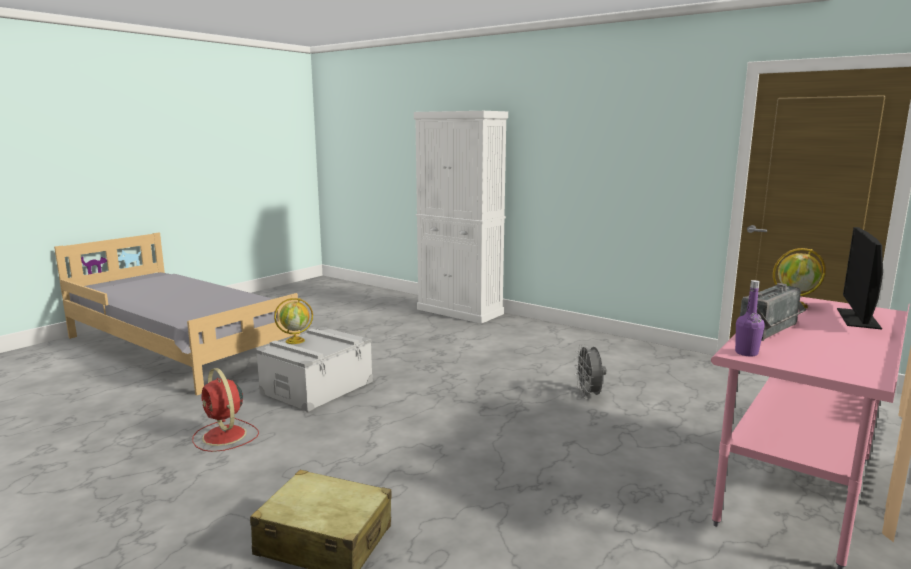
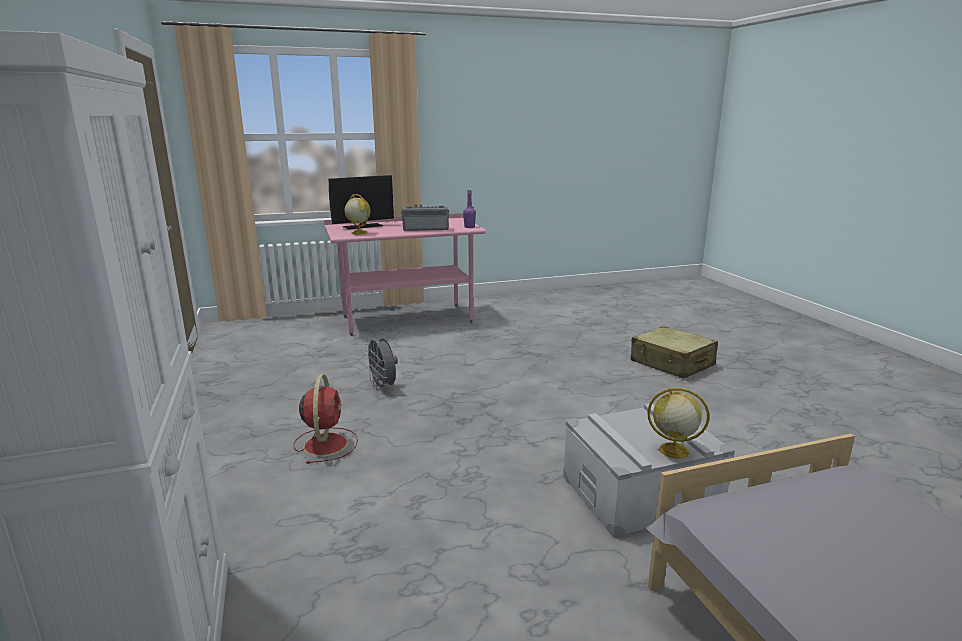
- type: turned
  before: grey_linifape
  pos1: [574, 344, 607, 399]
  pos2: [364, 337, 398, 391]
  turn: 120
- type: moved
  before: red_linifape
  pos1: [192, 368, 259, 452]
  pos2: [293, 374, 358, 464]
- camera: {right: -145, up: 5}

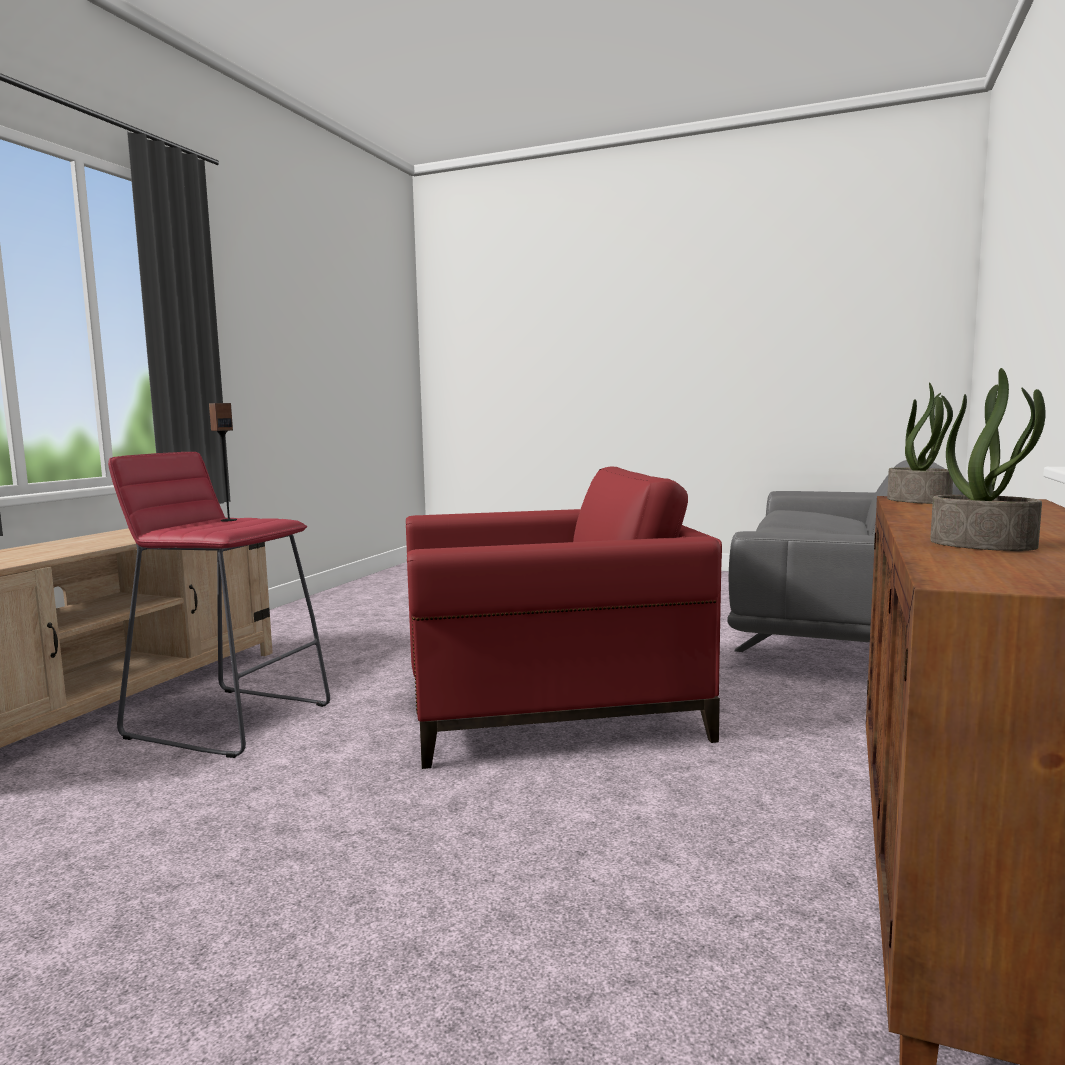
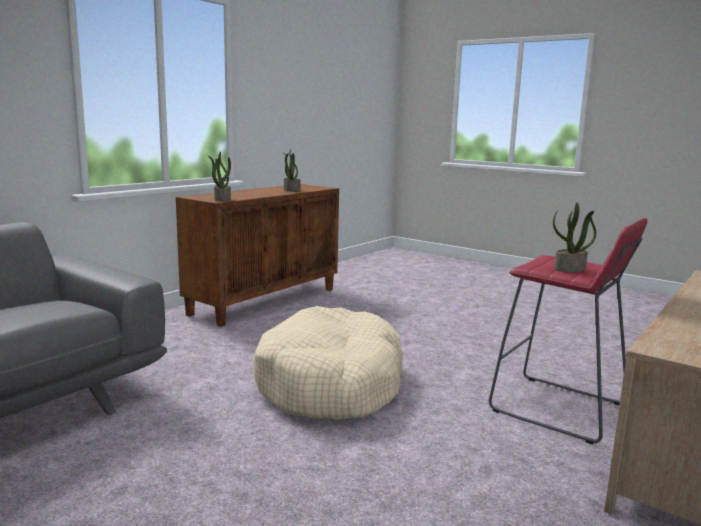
- type: replaced
  before: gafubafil
  after: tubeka
  pos1: [209, 403, 237, 521]
  pos2: [553, 203, 596, 272]
- type: replaced
  before: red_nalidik
  after: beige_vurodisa
  pos1: [406, 466, 722, 769]
  pos2: [253, 306, 403, 419]
- camera: {right: -165, up: 5}

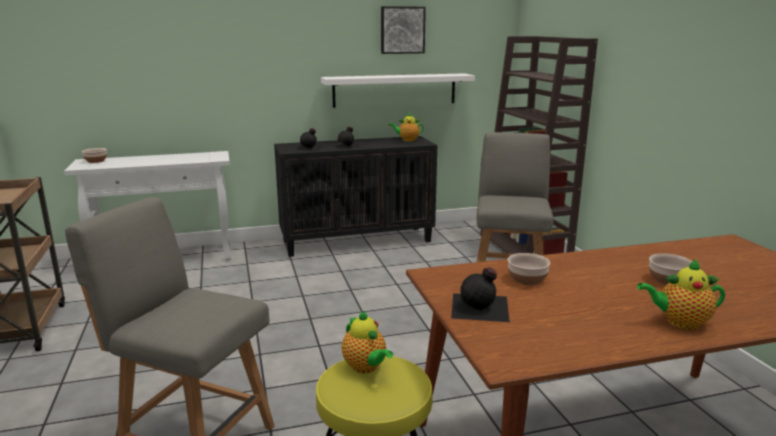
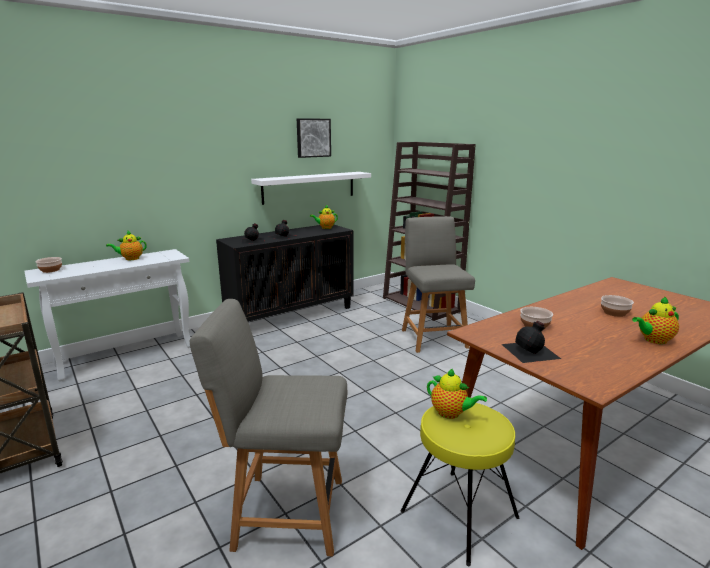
- type: added
  after: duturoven
  pos2: [106, 231, 147, 260]
- camera: {right: -20, up: 0}

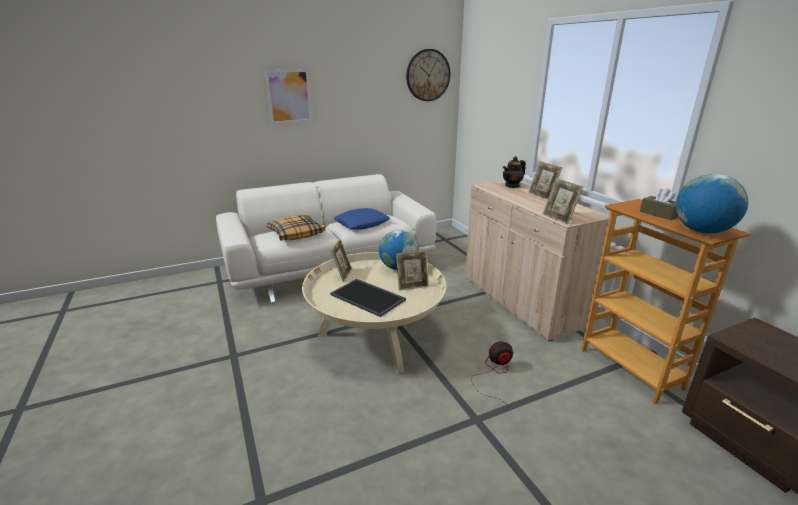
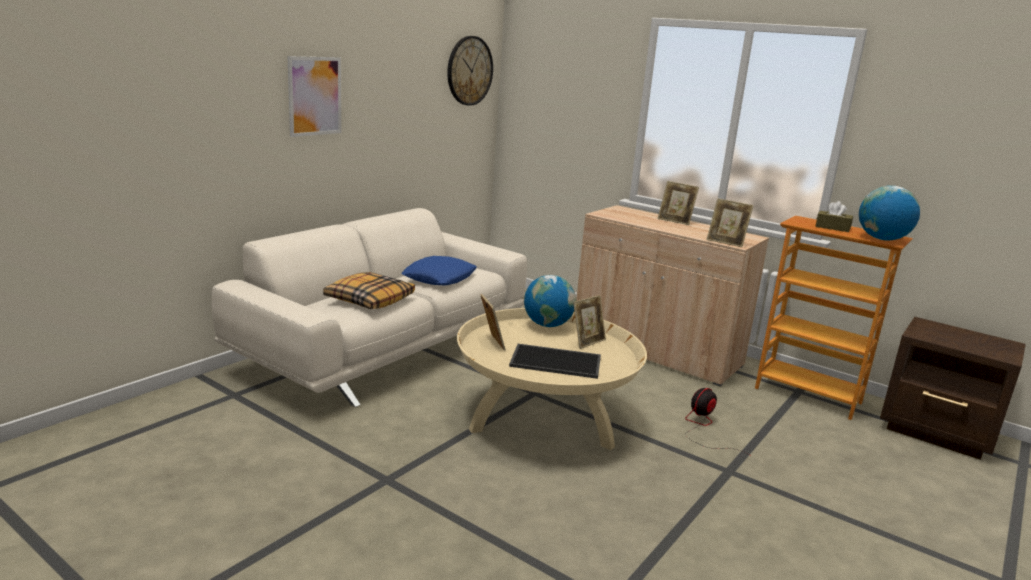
- type: removed
  before: duturoven
  pos1: [503, 156, 526, 188]
- camera: {right: -30, up: -5}

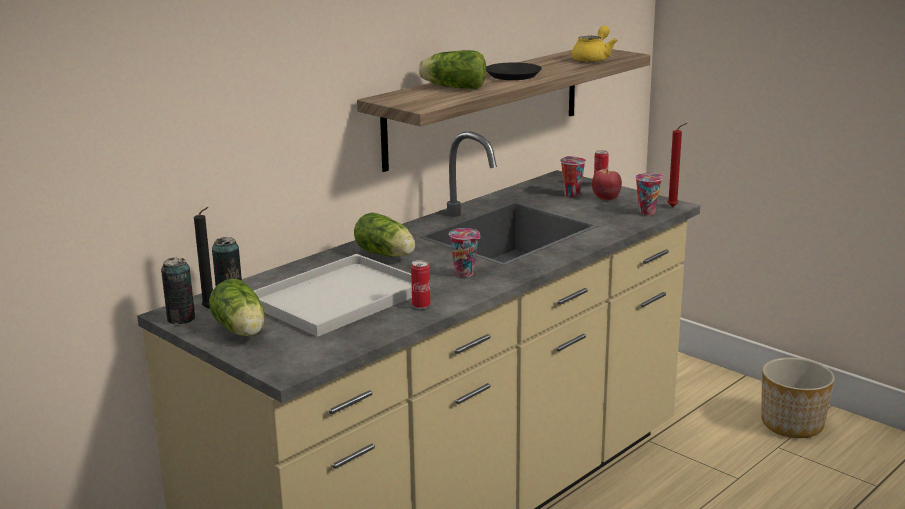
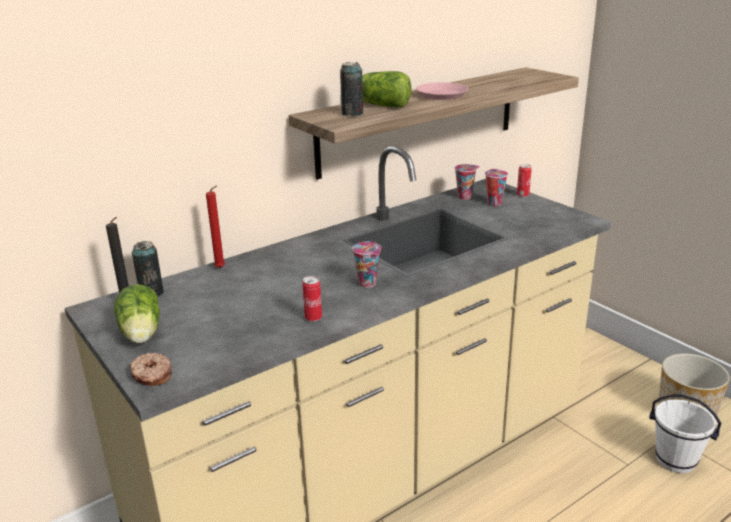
- type: removed
  before: yellow_duturoven
  pos1: [571, 26, 618, 62]
- type: recoloured
  before: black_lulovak
  after: pink_lulovak
  pos1: [486, 62, 542, 80]
  pos2: [416, 82, 468, 100]
- type: moved
  before: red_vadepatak
  pos1: [667, 123, 687, 207]
  pos2: [206, 186, 225, 268]
- type: removed
  before: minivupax
  pos1: [592, 169, 622, 200]
- type: moved
  before: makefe
  pos1: [635, 173, 664, 216]
  pos2: [455, 164, 480, 200]
- type: removed
  before: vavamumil
  pos1: [354, 212, 415, 257]
- type: removed
  before: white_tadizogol
  pos1: [254, 254, 412, 337]
- type: moved
  before: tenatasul
  pos1: [161, 258, 195, 324]
  pos2: [340, 62, 363, 116]
- type: added
  after: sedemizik
  pos2: [130, 353, 172, 386]
- type: added
  after: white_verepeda
  pos2: [649, 394, 721, 473]
- camera: {right: 10, up: 5}

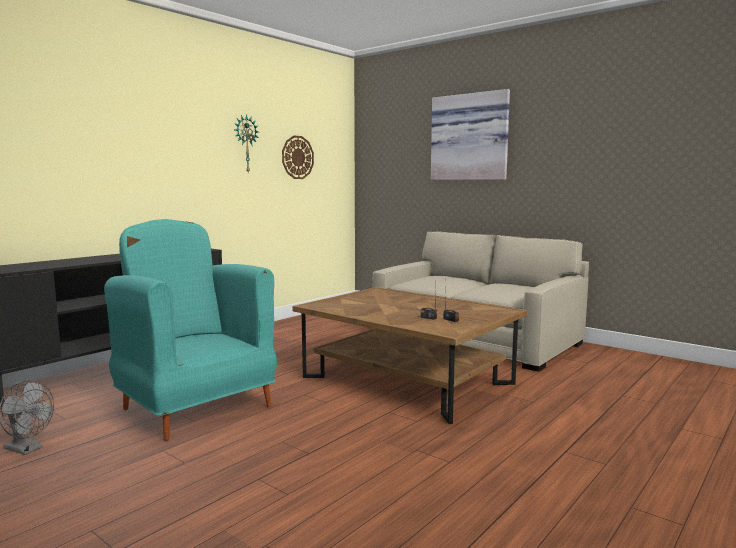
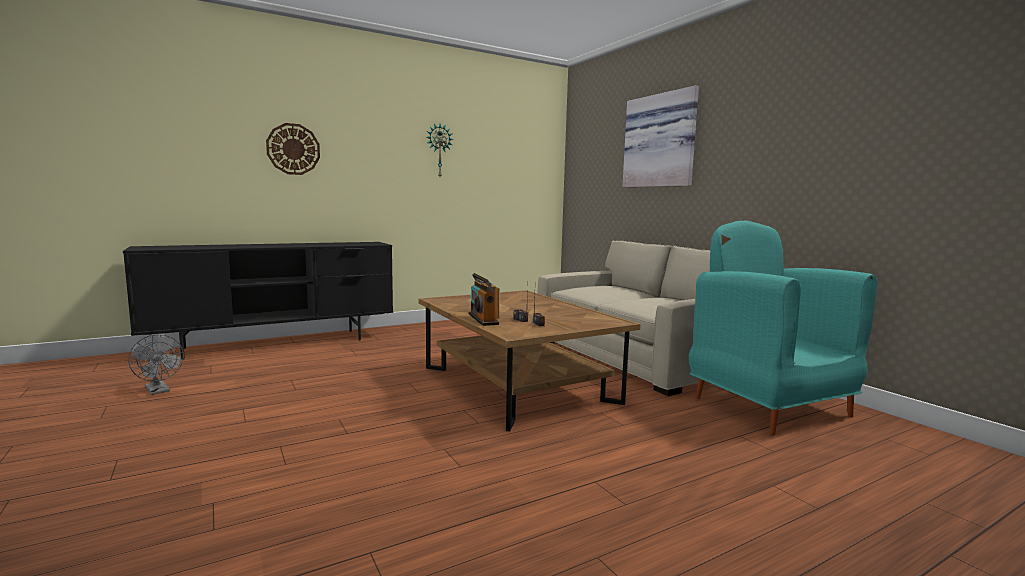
- type: moved
  before: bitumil
  pos1: [282, 135, 314, 179]
  pos2: [266, 123, 320, 175]
- type: moved
  before: turquoise_nalidik
  pos1: [104, 219, 277, 441]
  pos2: [689, 220, 878, 435]
- type: added
  after: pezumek
  pos2: [469, 273, 500, 326]
- camera: {right: 20, up: 0}

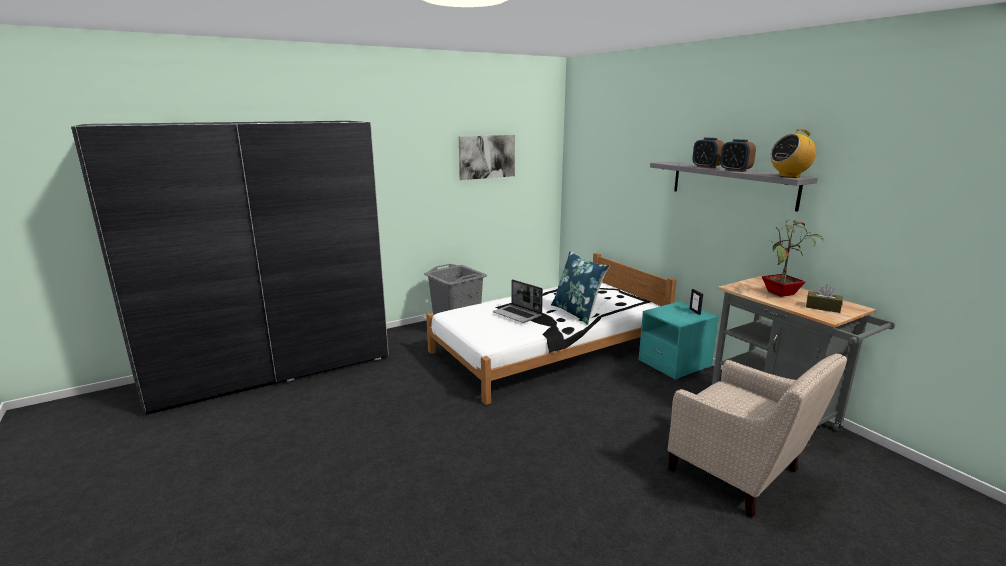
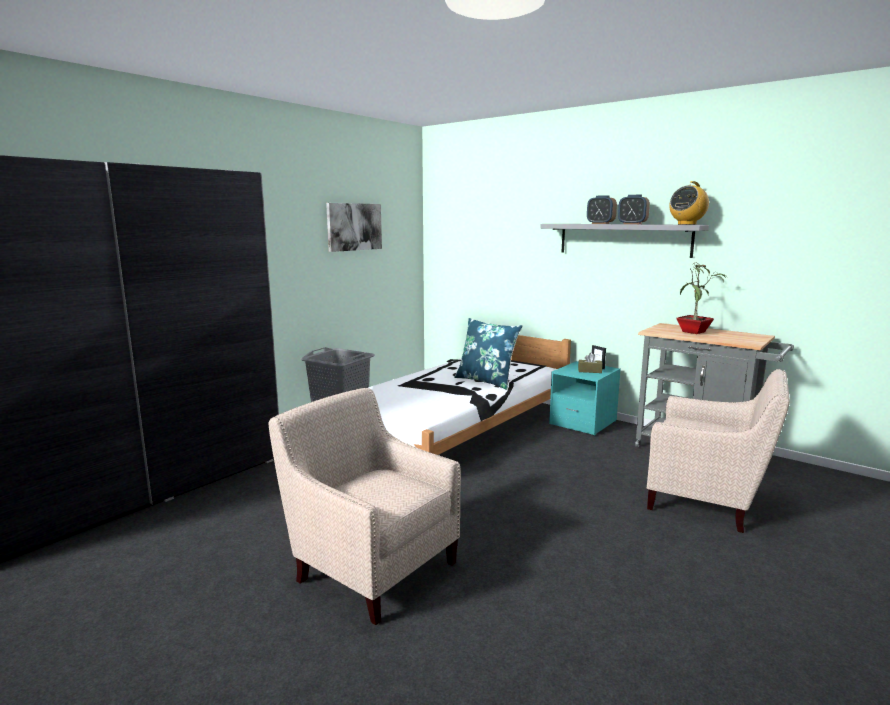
- type: removed
  before: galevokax
  pos1: [493, 279, 543, 323]
- type: moved
  before: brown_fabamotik
  pos1: [806, 284, 843, 313]
  pos2: [578, 353, 603, 373]
- type: added
  after: beige_nalidik
  pos2: [269, 388, 461, 625]
- camera: {right: -20, up: -5}

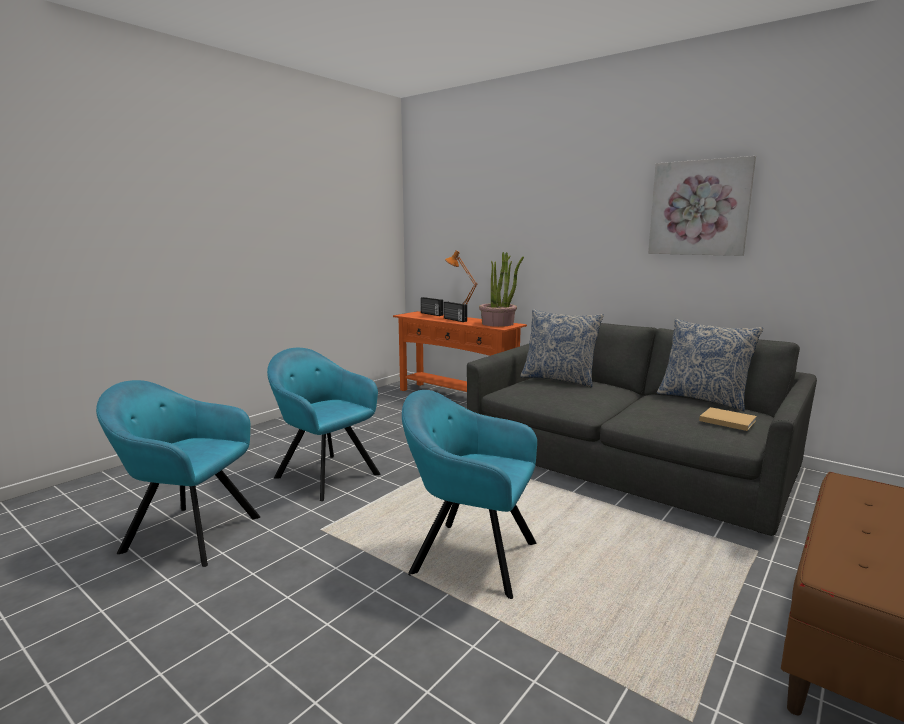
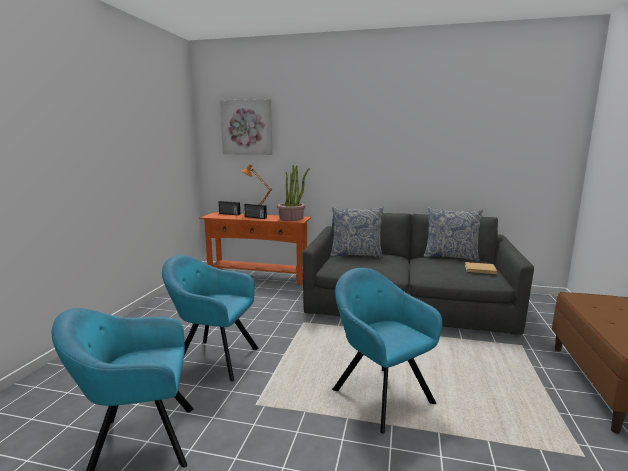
- type: moved
  before: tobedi
  pos1: [648, 156, 756, 256]
  pos2: [220, 99, 272, 155]
- type: turned
  before: turquoise_nalidik
  pos1: [402, 390, 537, 599]
  pos2: [332, 268, 443, 434]
  turn: 60
- camera: {right: -25, up: 0}

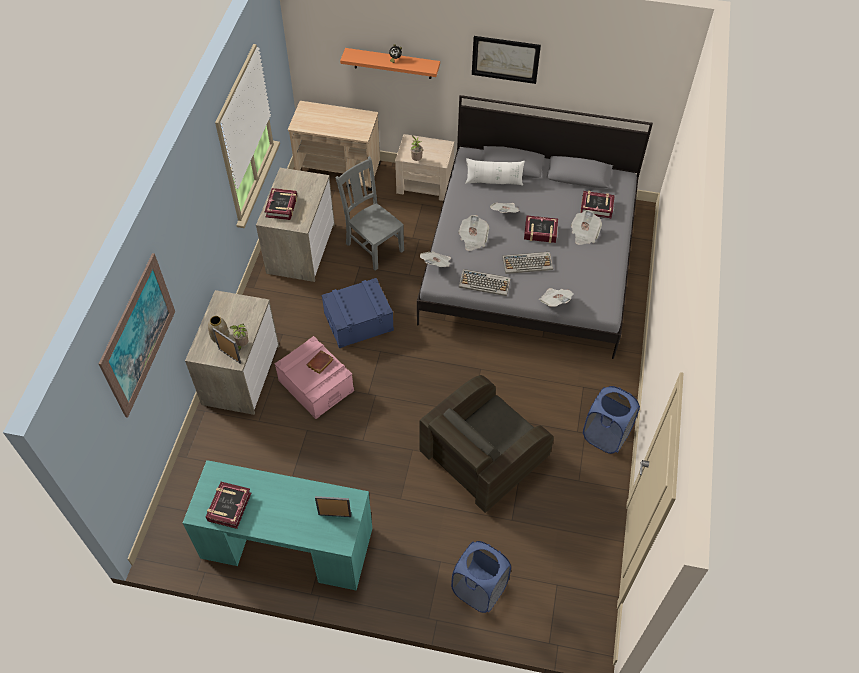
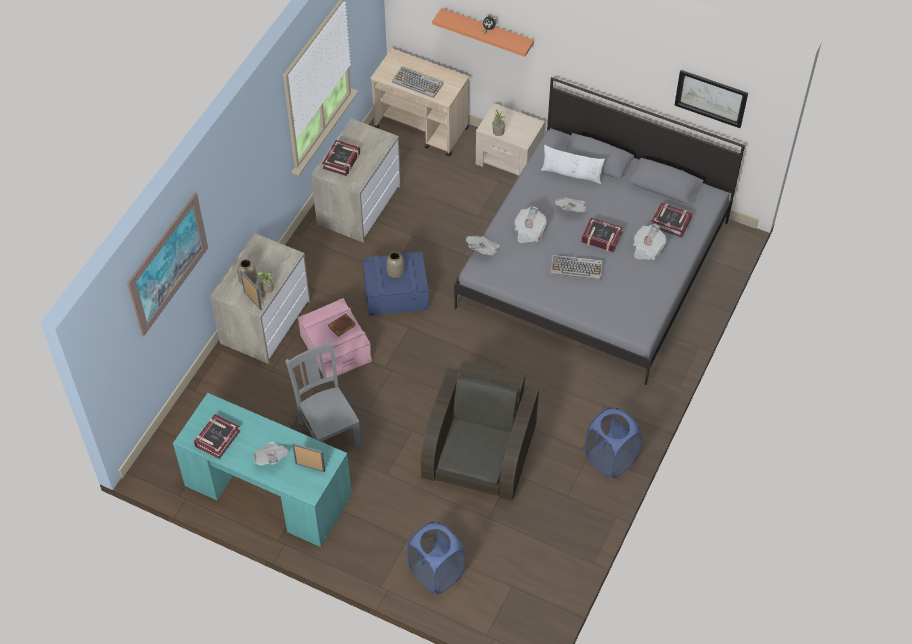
- type: moved
  before: tobedi
  pos1: [472, 36, 541, 84]
  pos2: [675, 70, 748, 128]
- type: moved
  before: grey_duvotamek
  pos1: [336, 156, 404, 271]
  pos2: [285, 341, 362, 447]
- type: moved
  before: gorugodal
  pos1: [459, 269, 511, 296]
  pos2: [392, 67, 443, 98]
- type: moved
  before: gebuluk
  pos1: [539, 288, 574, 307]
  pos2: [253, 441, 288, 465]
- type: turned
  before: brown_nalidik
  pos1: [419, 375, 554, 513]
  pos2: [420, 361, 539, 501]
  turn: 135
- type: added
  after: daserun
  pos2: [386, 252, 405, 278]
- camera: {right: 15, up: 0}

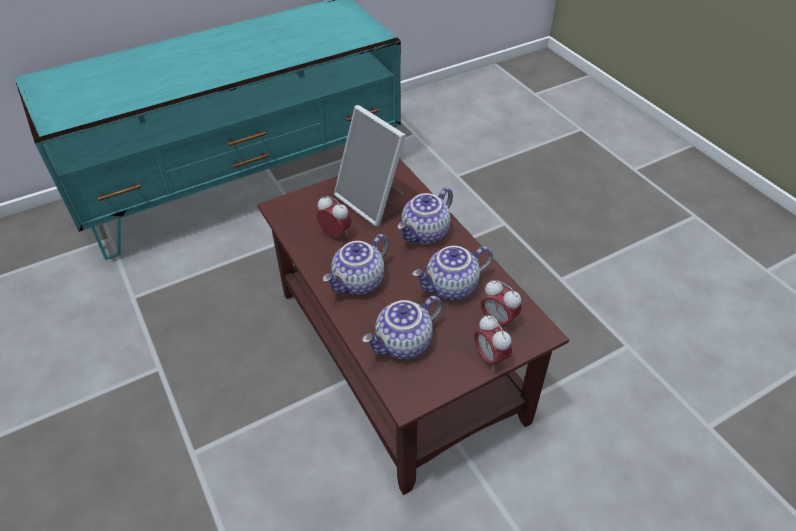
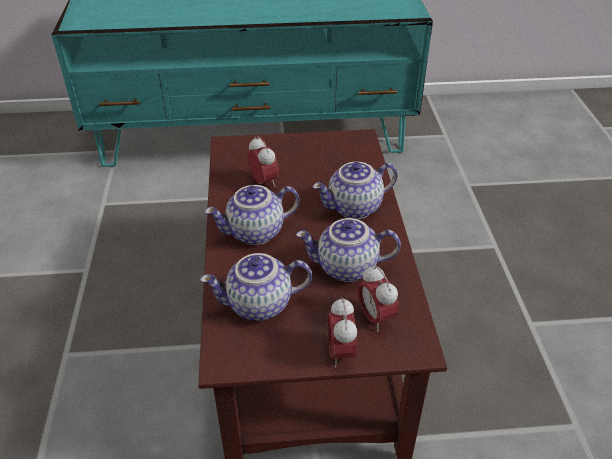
- type: removed
  before: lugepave
  pos1: [334, 105, 406, 227]
- camera: {right: 25, up: -5}

